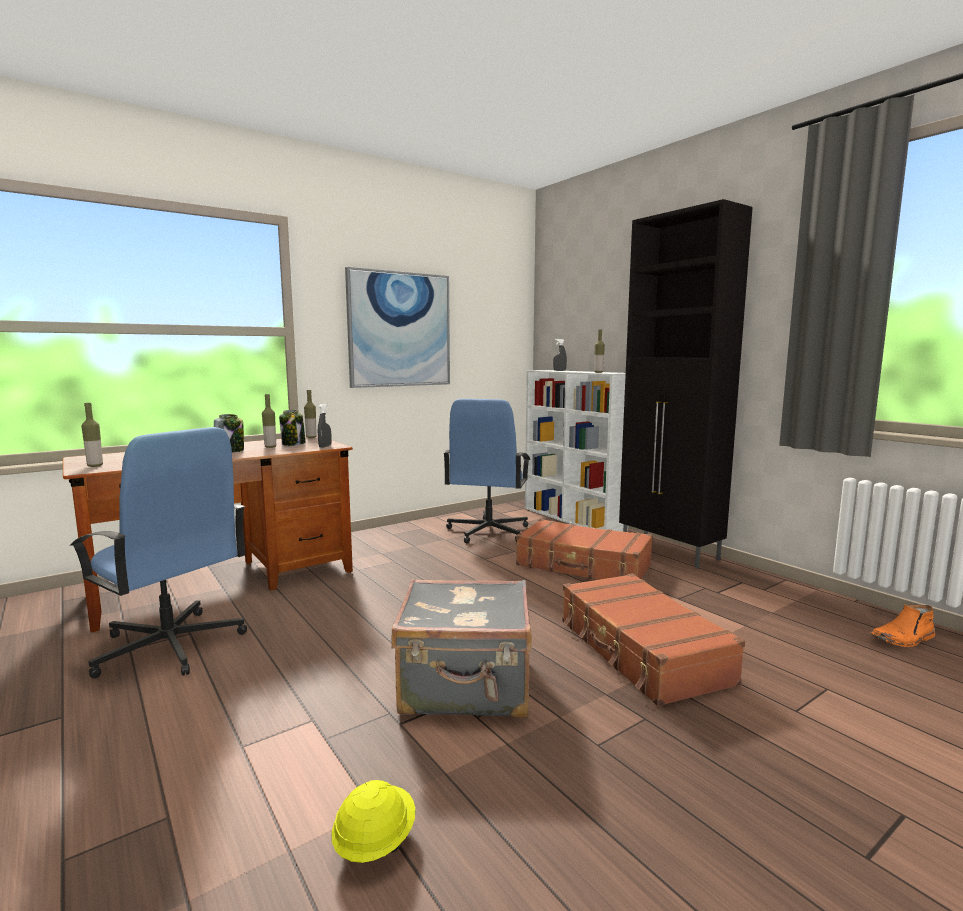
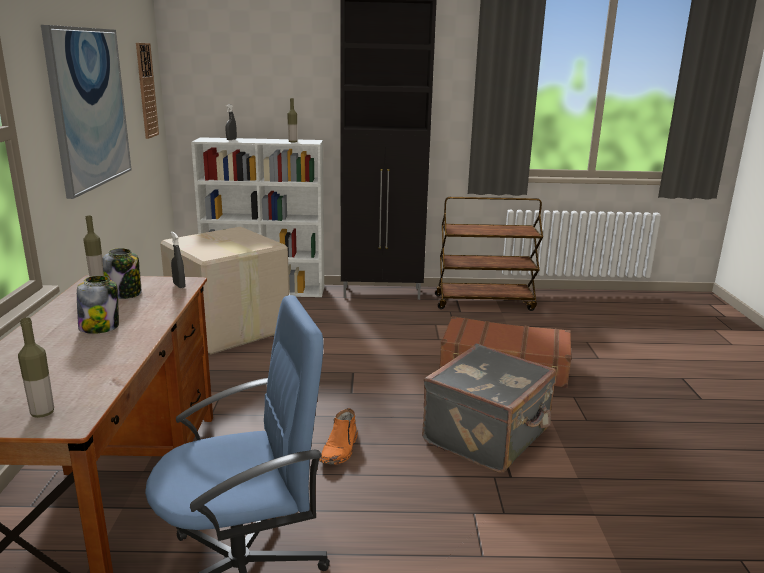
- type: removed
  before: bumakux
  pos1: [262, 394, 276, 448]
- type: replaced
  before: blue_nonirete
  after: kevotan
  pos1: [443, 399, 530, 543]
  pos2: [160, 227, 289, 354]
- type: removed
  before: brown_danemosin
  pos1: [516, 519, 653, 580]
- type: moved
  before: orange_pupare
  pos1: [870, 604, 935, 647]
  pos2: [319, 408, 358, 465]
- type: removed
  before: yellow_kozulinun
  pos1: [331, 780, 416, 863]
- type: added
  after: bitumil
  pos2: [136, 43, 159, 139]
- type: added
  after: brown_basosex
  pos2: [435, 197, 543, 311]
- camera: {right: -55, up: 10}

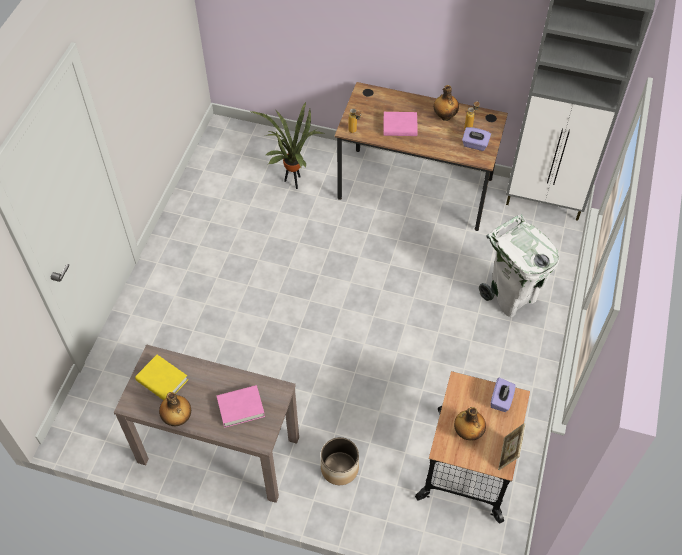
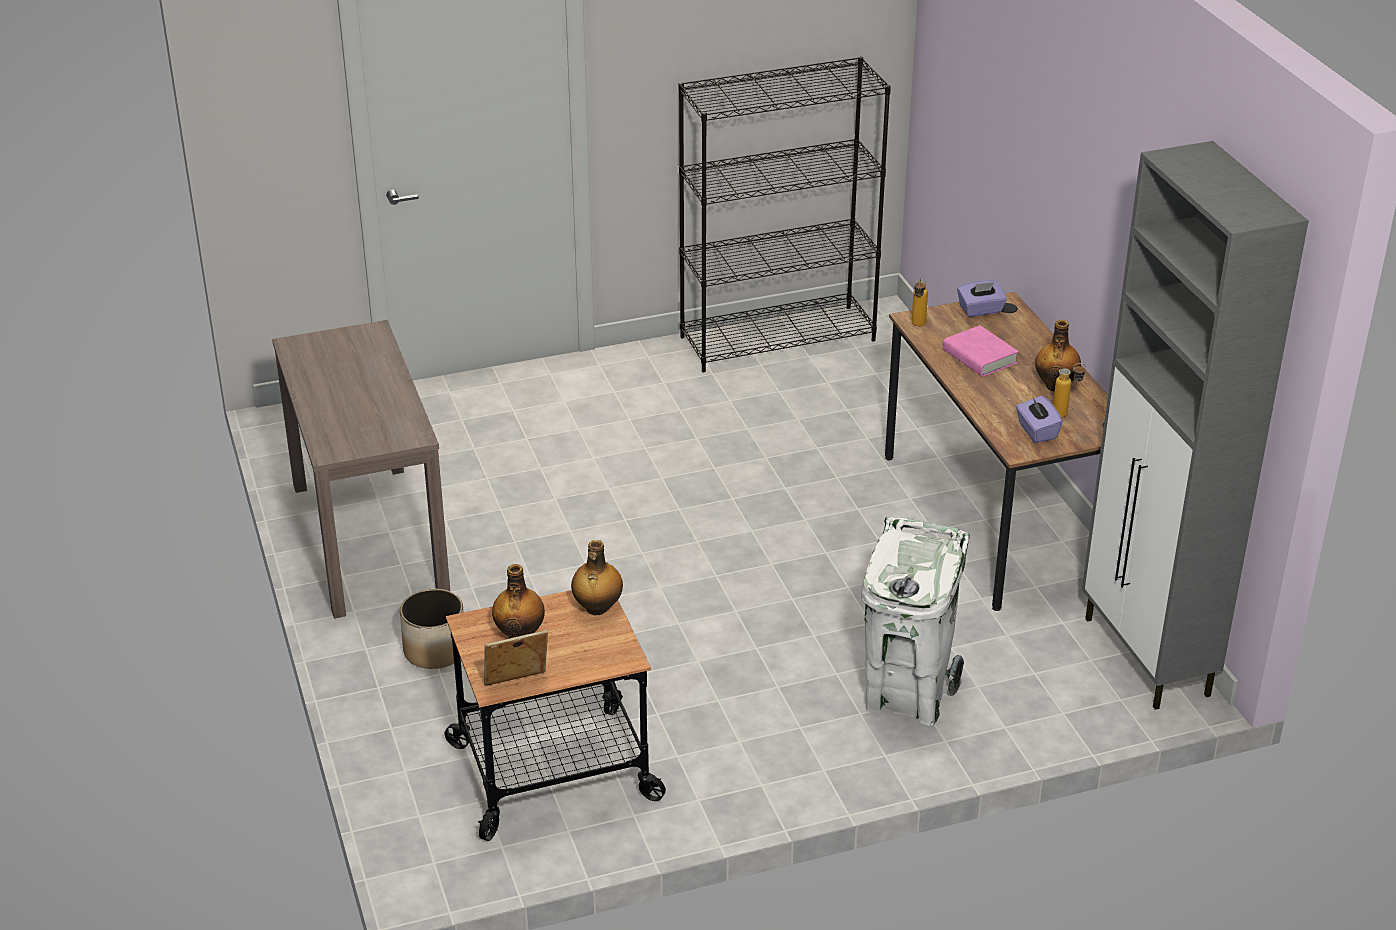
- type: removed
  before: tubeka
  pos1: [249, 101, 324, 189]
- type: removed
  before: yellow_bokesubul
  pos1: [135, 355, 188, 400]
- type: moved
  before: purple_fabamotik
  pos1: [490, 377, 516, 412]
  pos2: [957, 280, 1007, 317]
- type: removed
  before: pink_bokesubul
  pos1: [217, 385, 265, 428]
- type: moved
  before: bumakux
  pos1: [159, 392, 191, 426]
  pos2: [571, 540, 623, 615]
- type: added
  after: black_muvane
  pos2: [678, 56, 891, 372]
- camera: {right: 55, up: -20}

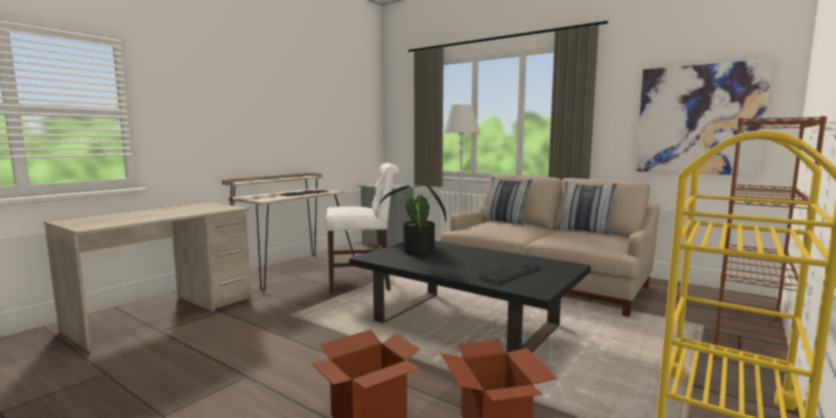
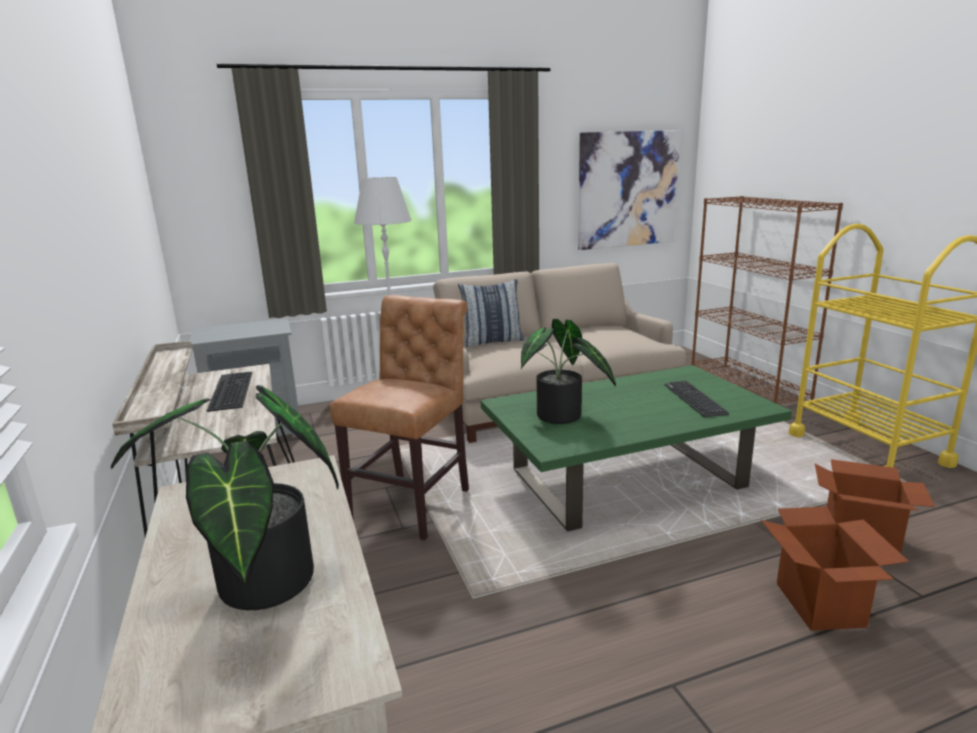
- type: recoloured
  before: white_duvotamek
  after: brown_duvotamek
  pos1: [326, 163, 399, 294]
  pos2: [330, 295, 469, 540]
- type: removed
  before: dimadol
  pos1: [558, 181, 617, 235]
- type: recoloured
  before: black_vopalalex
  after: green_vopalalex
  pos1: [349, 241, 591, 353]
  pos2: [481, 365, 792, 532]
- type: added
  after: tubeka
  pos2: [111, 385, 339, 610]
- camera: {right: -55, up: 10}

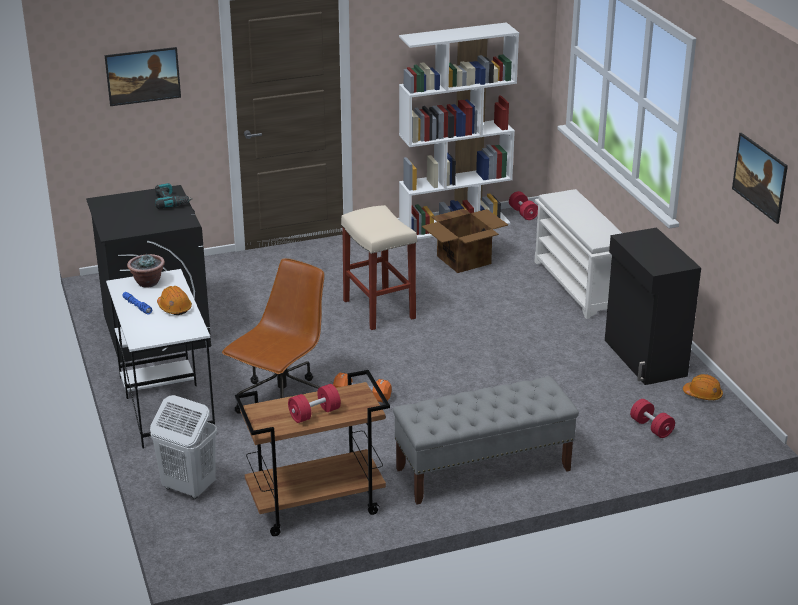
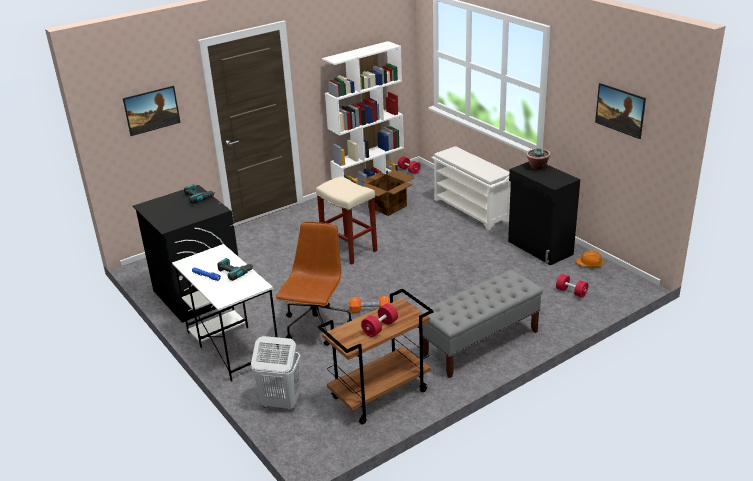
- type: moved
  before: tubeka
  pos1: [127, 254, 165, 288]
  pos2: [526, 148, 551, 170]
- type: replaced
  before: orange_kozulinun
  after: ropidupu
  pos1: [157, 286, 192, 315]
  pos2: [217, 258, 254, 281]
- camera: {right: -15, up: 0}

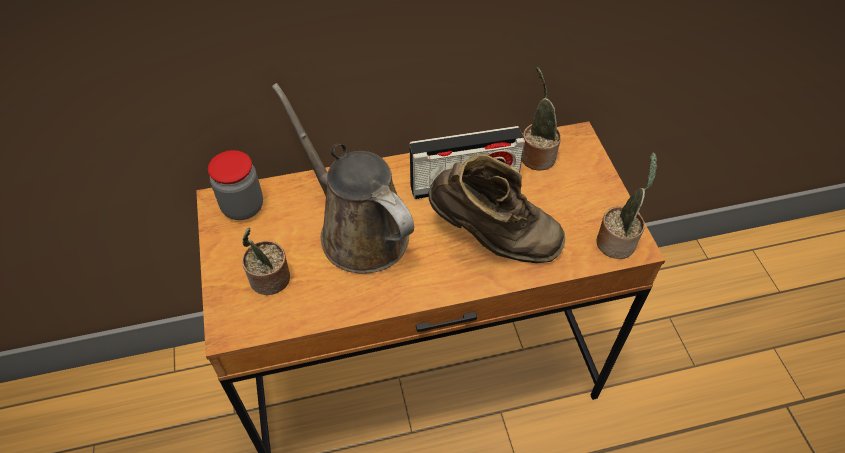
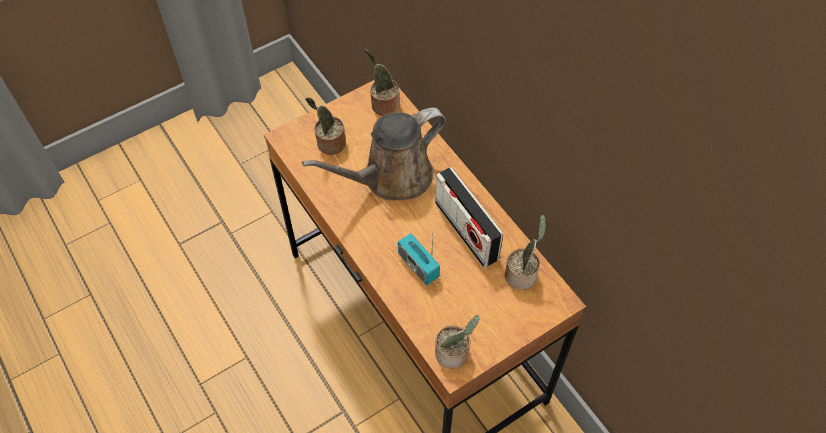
- type: turned
  before: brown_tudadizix
  pos1: [272, 83, 414, 274]
  pos2: [302, 108, 446, 200]
  turn: -150
- type: replaced
  before: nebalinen
  after: tubeka
  pos1: [208, 150, 263, 220]
  pos2: [364, 49, 399, 116]
- type: replaced
  before: brown_pupare
  after: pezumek
  pos1: [428, 154, 565, 263]
  pos2: [398, 233, 440, 285]
- camera: {right: 70, up: 5}

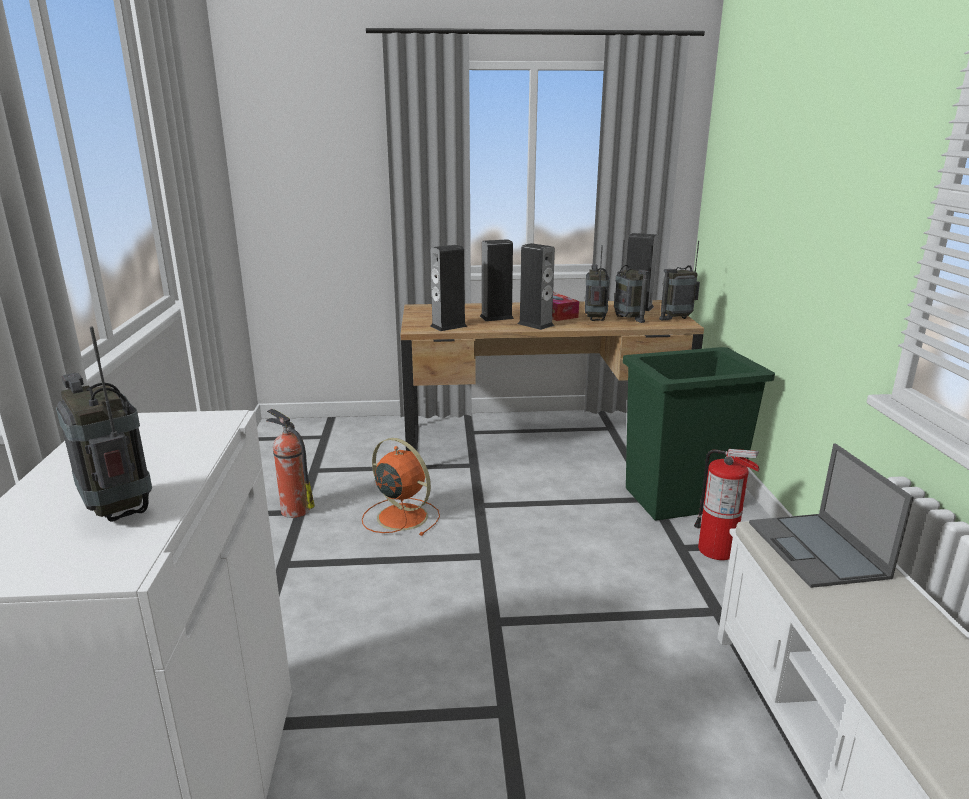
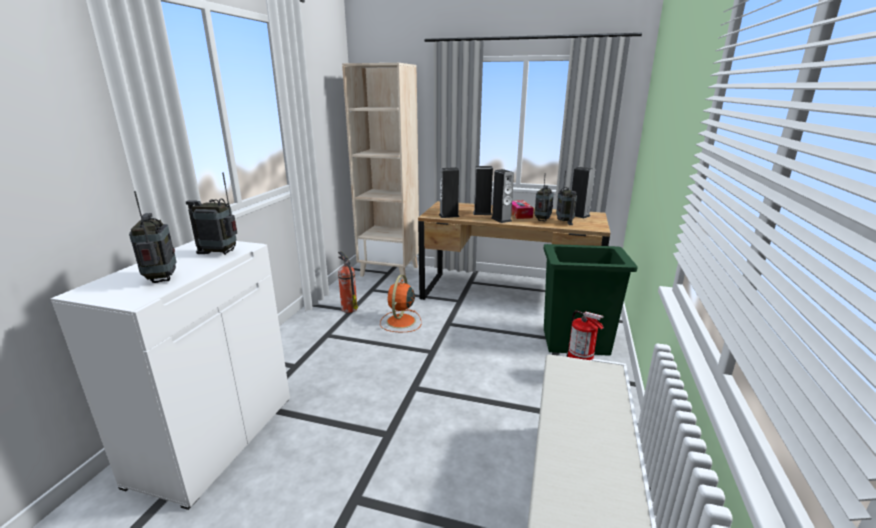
- type: moved
  before: pezumek
  pos1: [659, 241, 700, 320]
  pos2: [186, 172, 237, 255]
- type: turned
  before: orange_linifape
  pos1: [362, 438, 440, 536]
  pos2: [380, 275, 421, 332]
  turn: -135
- type: removed
  before: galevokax
  pos1: [749, 443, 914, 588]
- type: added
  after: beige_muvane
  pos2: [342, 63, 419, 282]
- camera: {right: 20, up: 0}

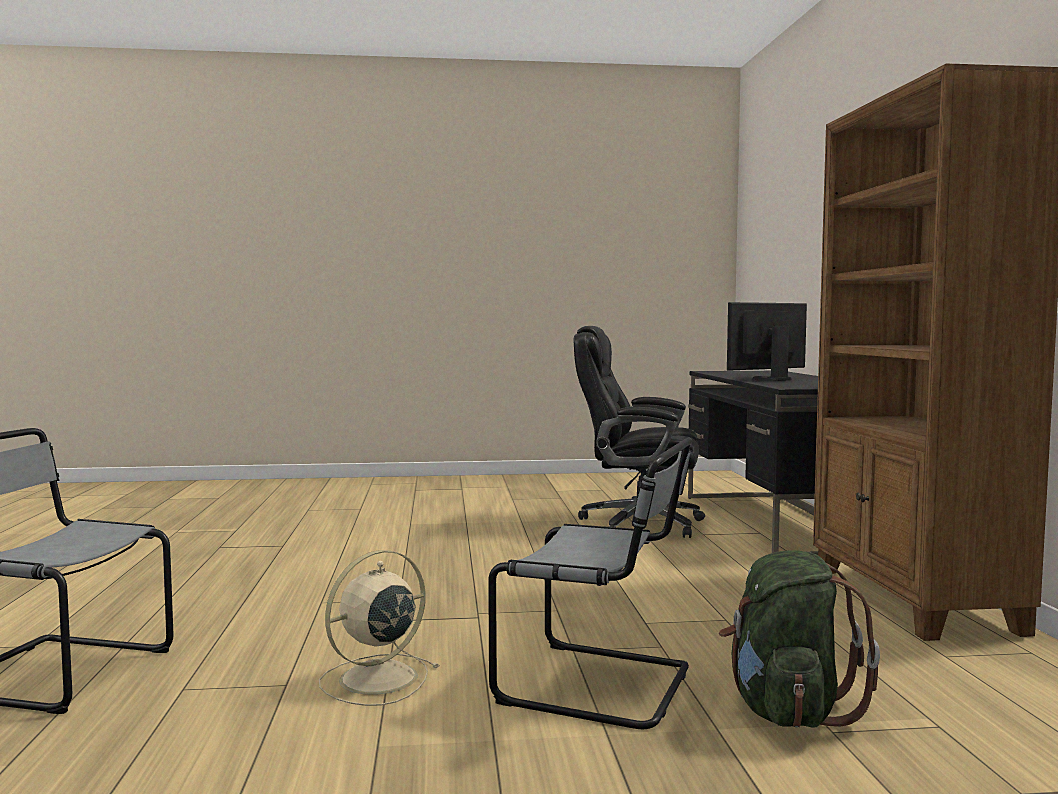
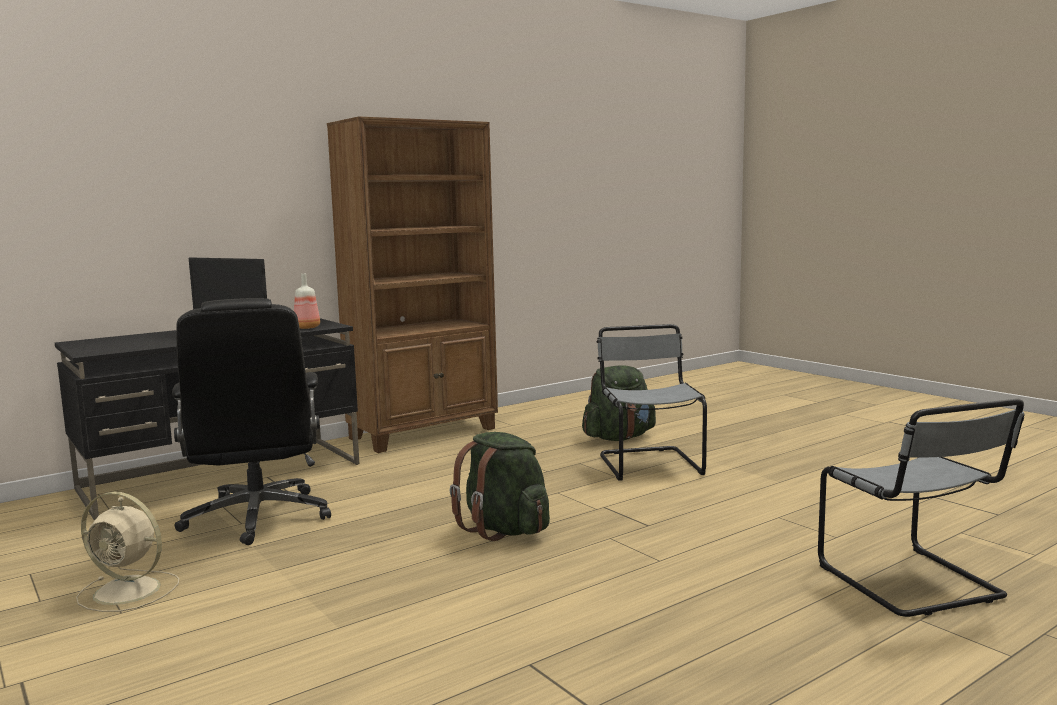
- type: moved
  before: beige_linifape
  pos1: [319, 550, 440, 706]
  pos2: [76, 492, 179, 612]
- type: added
  after: bumakux
  pos2: [294, 274, 320, 329]
- type: added
  after: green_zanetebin
  pos2: [450, 432, 550, 541]
- camera: {right: -120, up: 5}

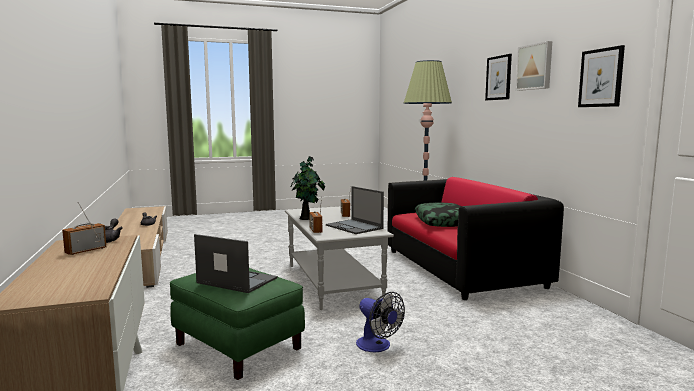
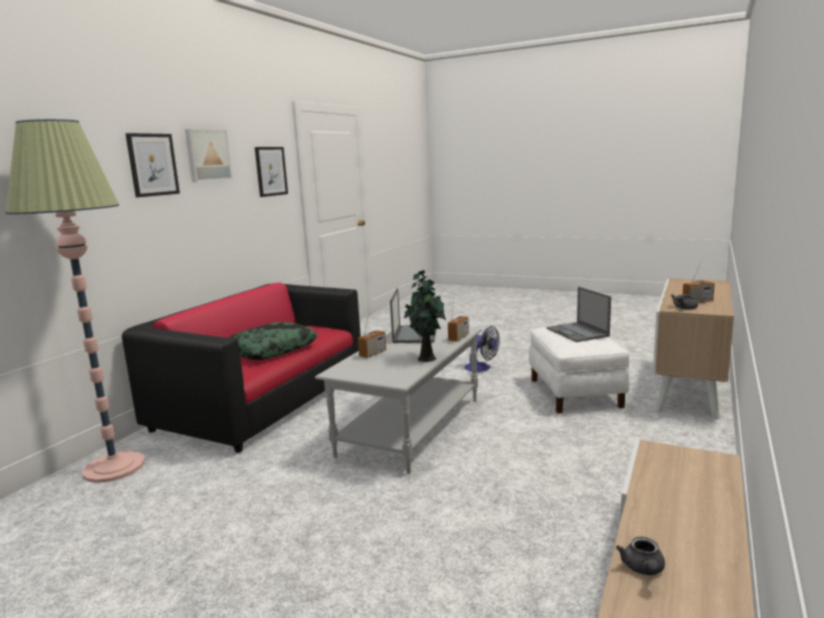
- type: recoloured
  before: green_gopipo
  after: white_gopipo
  pos1: [170, 268, 305, 380]
  pos2: [529, 328, 630, 413]
- type: turned
  before: linifape
  pos1: [356, 292, 405, 352]
  pos2: [464, 326, 500, 372]
  turn: 120
- camera: {right: -135, up: 5}

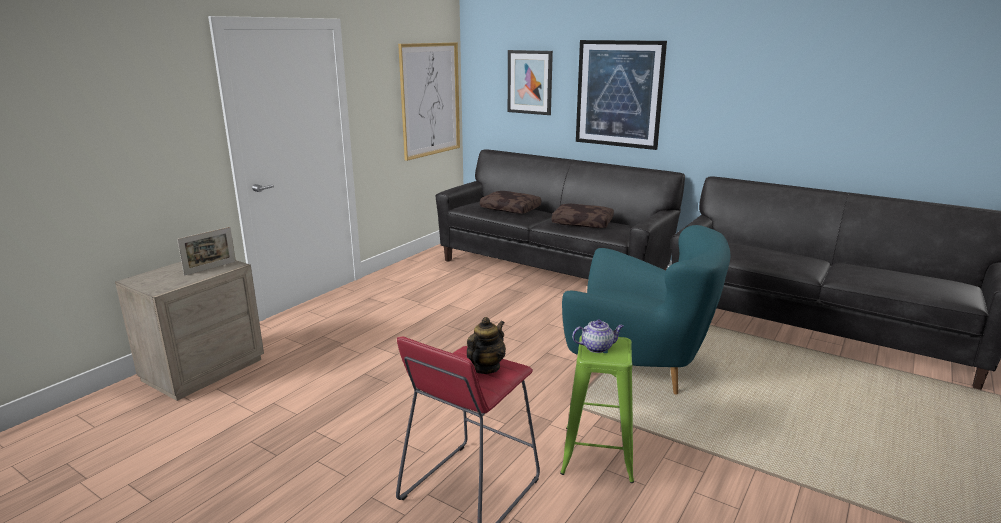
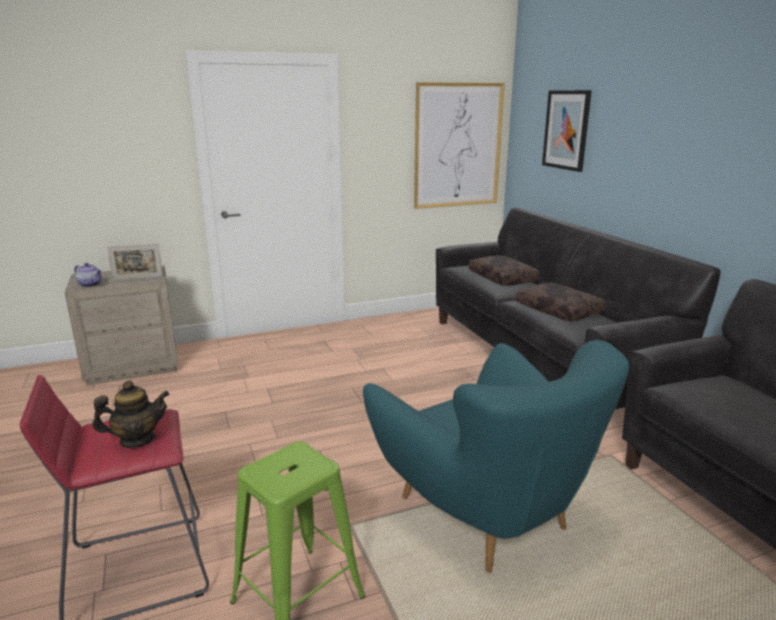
- type: removed
  before: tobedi
  pos1: [576, 40, 667, 150]
- type: moved
  before: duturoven
  pos1: [572, 320, 624, 353]
  pos2: [74, 263, 102, 287]
- camera: {right: 35, up: 0}

